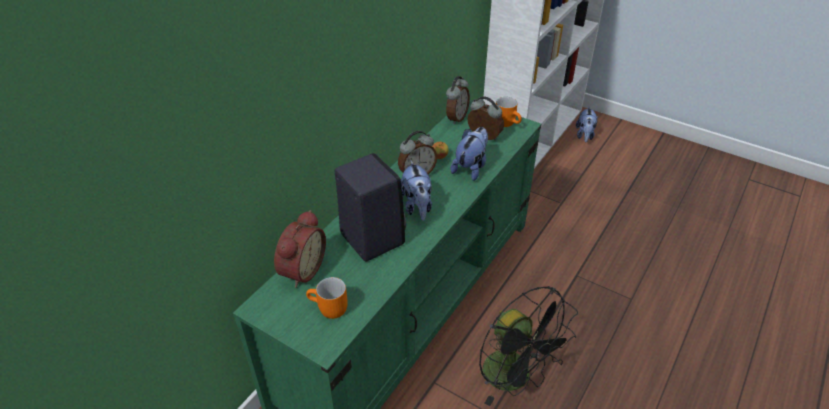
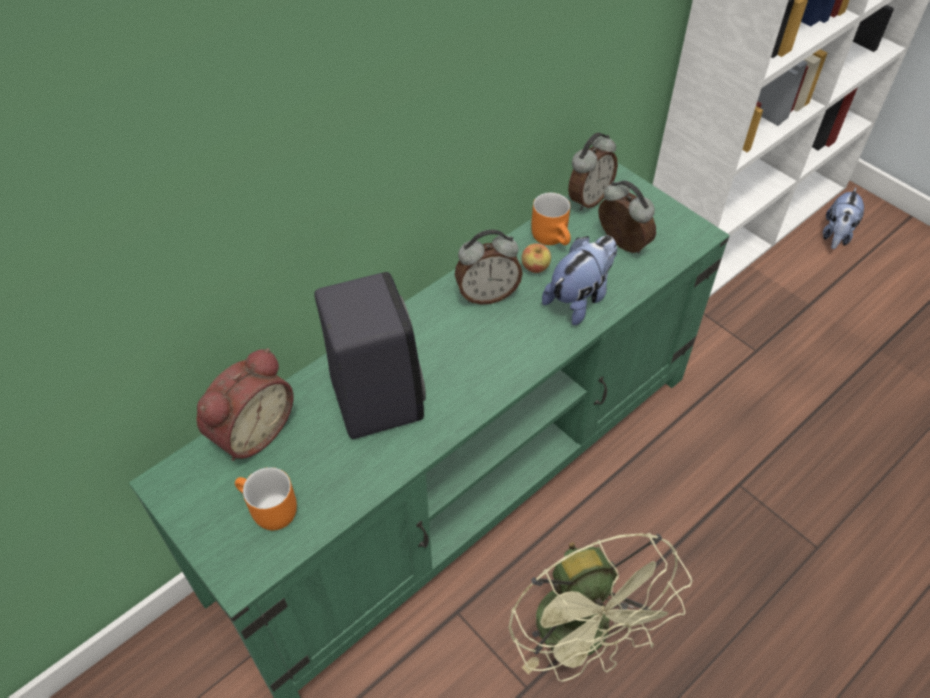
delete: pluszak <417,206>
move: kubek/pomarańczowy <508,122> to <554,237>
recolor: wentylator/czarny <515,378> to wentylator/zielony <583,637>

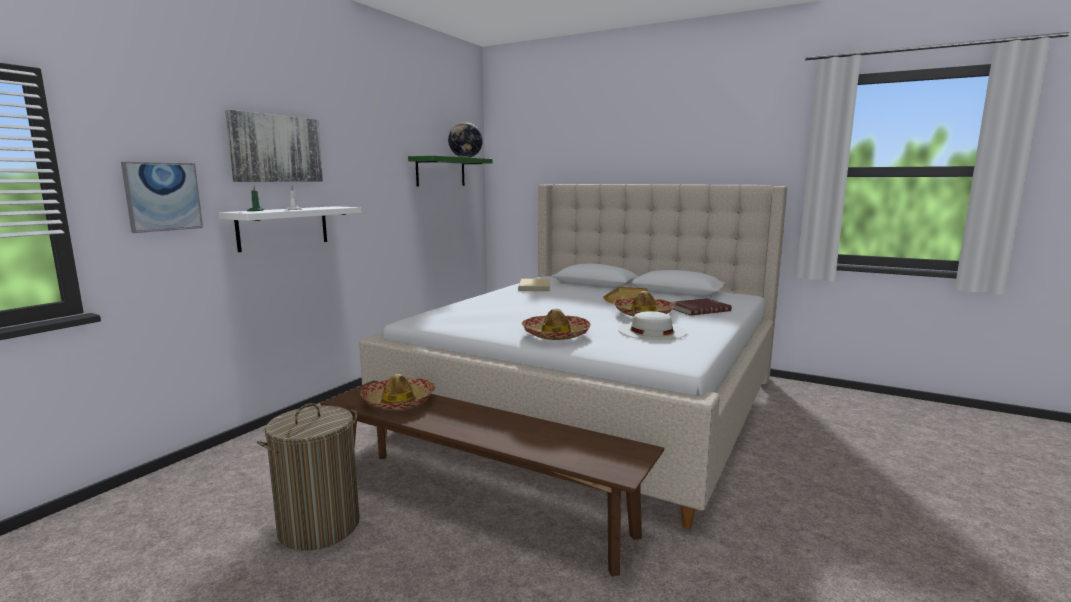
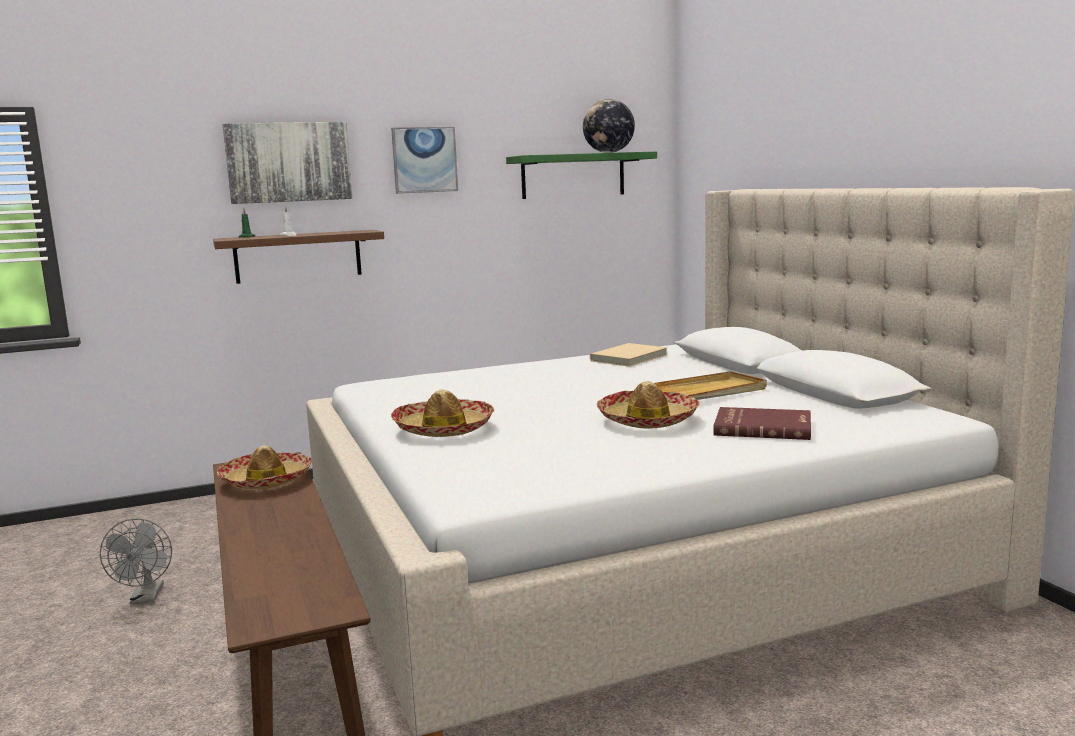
delete: kapelusz/biały <651,331>
move: obraz <163,196> to <424,160>
replace: kosz na pranie <319,526> to wentylator/szary <146,598>
recolor: półka/biały <283,227> to półka/brązowy <298,256>

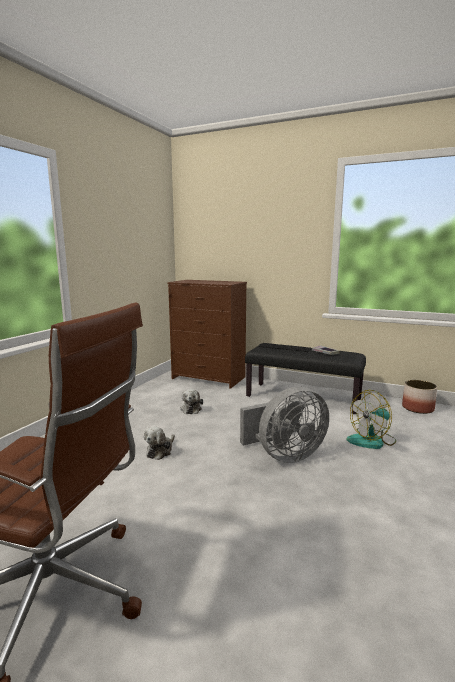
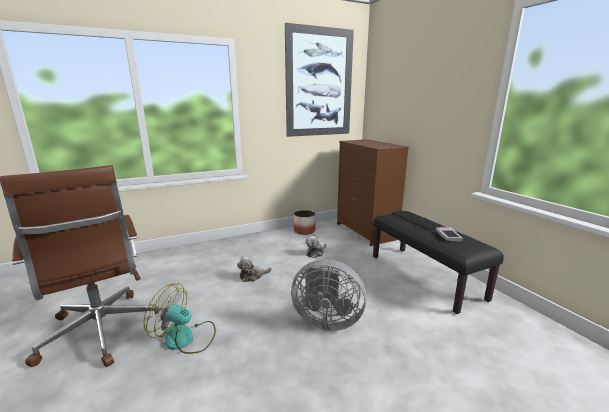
insert: obraz <319,83>
move: wentylator <372,440> to <186,339>; donica <418,408> to <304,231>

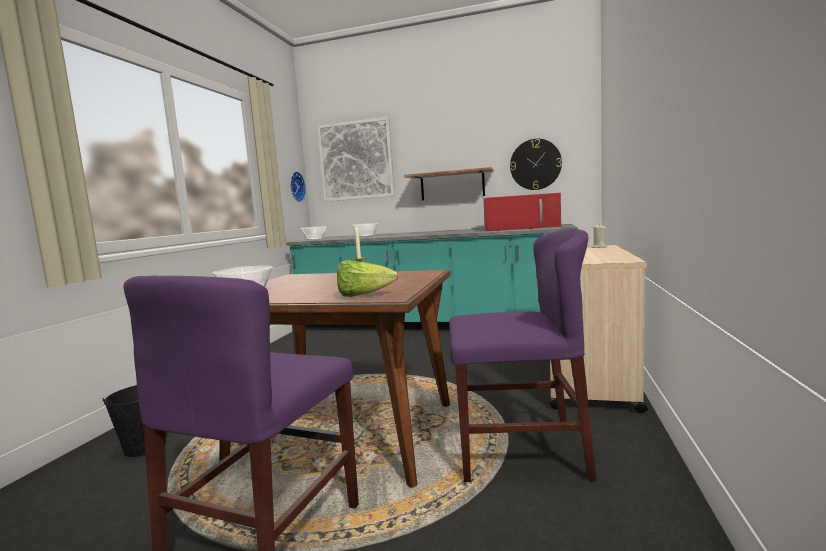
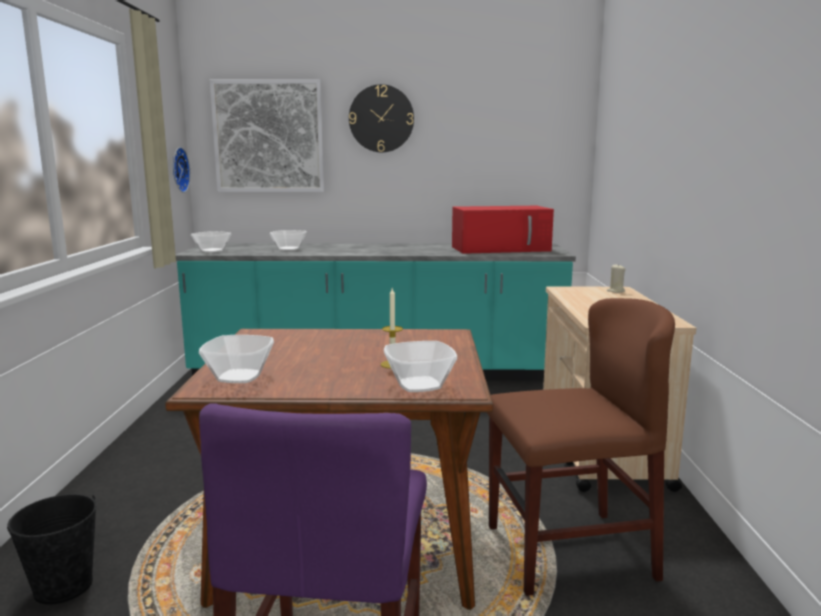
delete: półka <452,185>
move: zegar ścienny <535,164> to <381,118>
replace: sałata <363,295> to miska <418,385>
recolor: krzesło/fioletowy <519,452> to krzesło/brązowy <569,552>

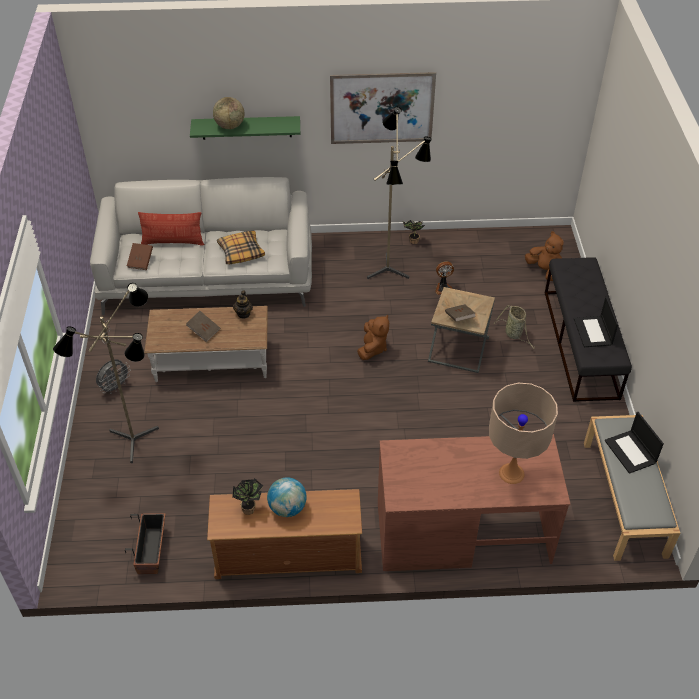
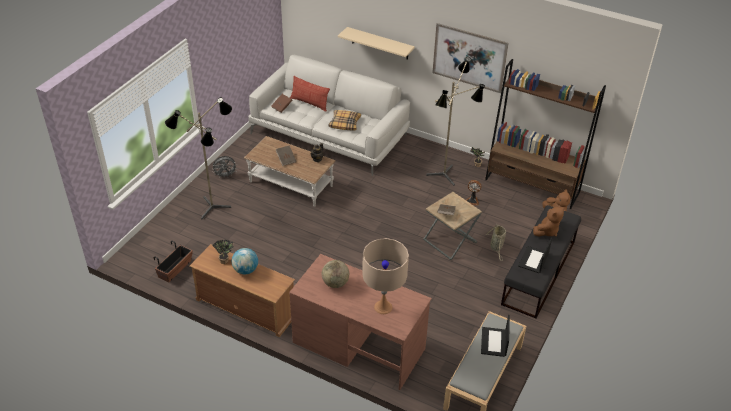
insert: regał/brązowy <532,186>
move: globus <230,126> to <335,283>; pluszak/brązowy <372,348> to <547,231>
recolor: półka/zielony <246,127> to półka/beżowy <380,43>

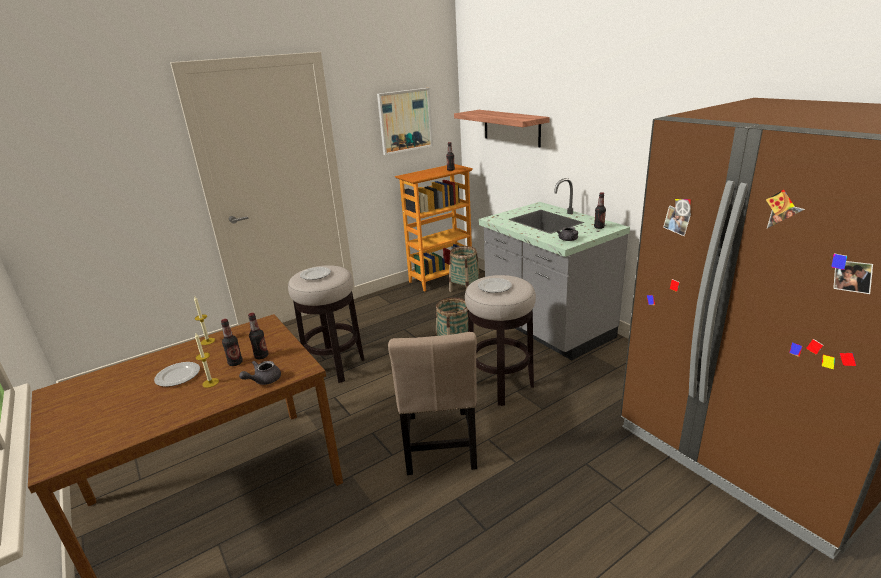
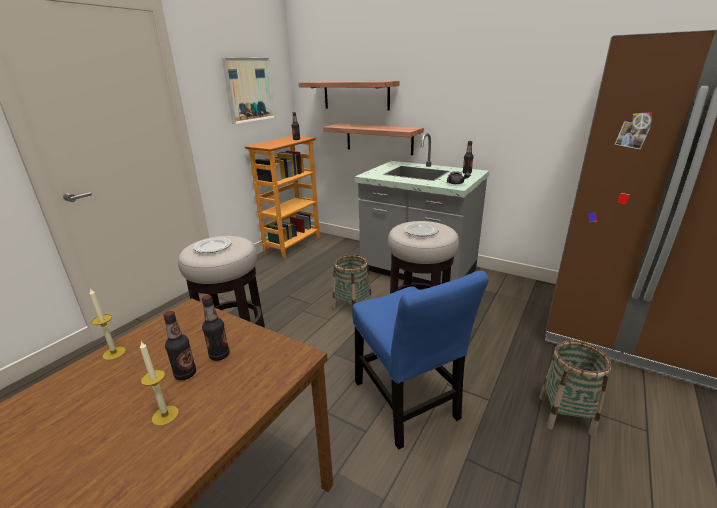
delete: talerz <178,376>; imbryk/szary <263,380>
insert: półka <379,138>
move: koszyk <465,289> to <565,415>
recolor: krzesło/beżowy <440,445> to krzesło/niebieski <407,404>

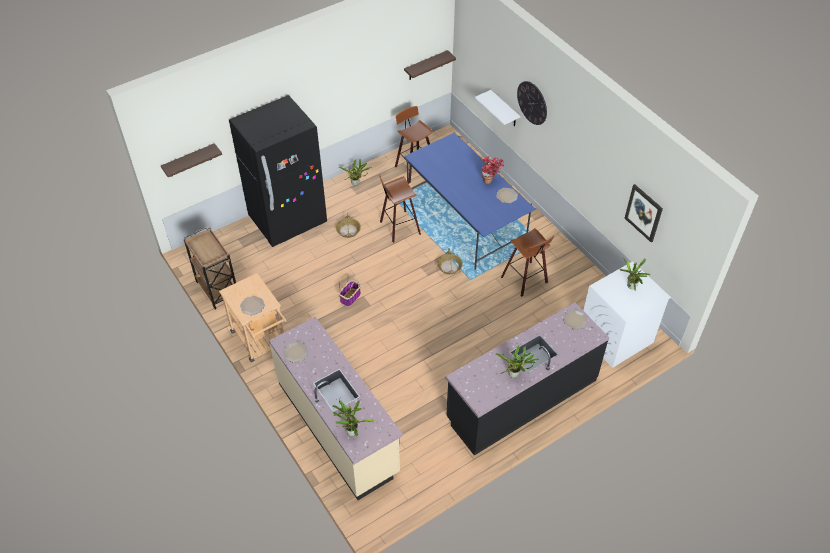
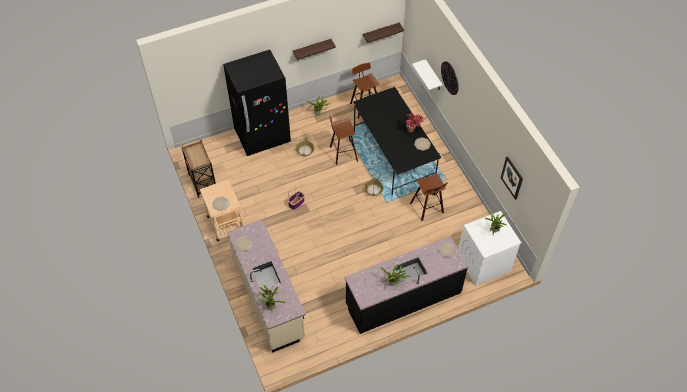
move: półka <189,161> to <312,49>
recolor: stół jadalny/niebieski <465,220> to stół jadalny/czarny <394,154>

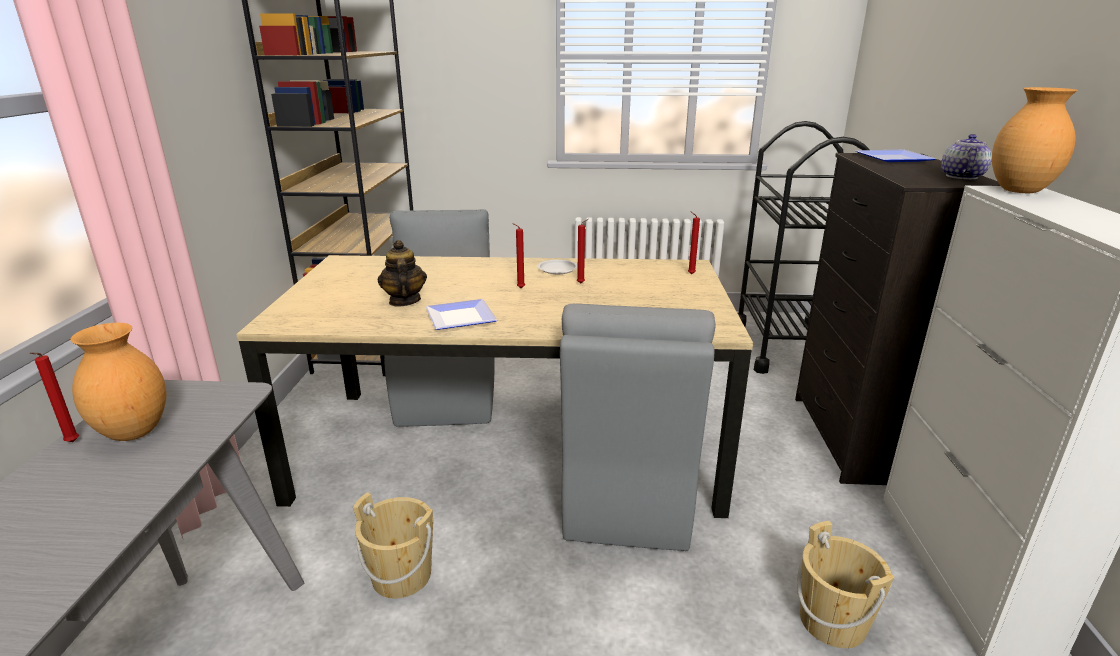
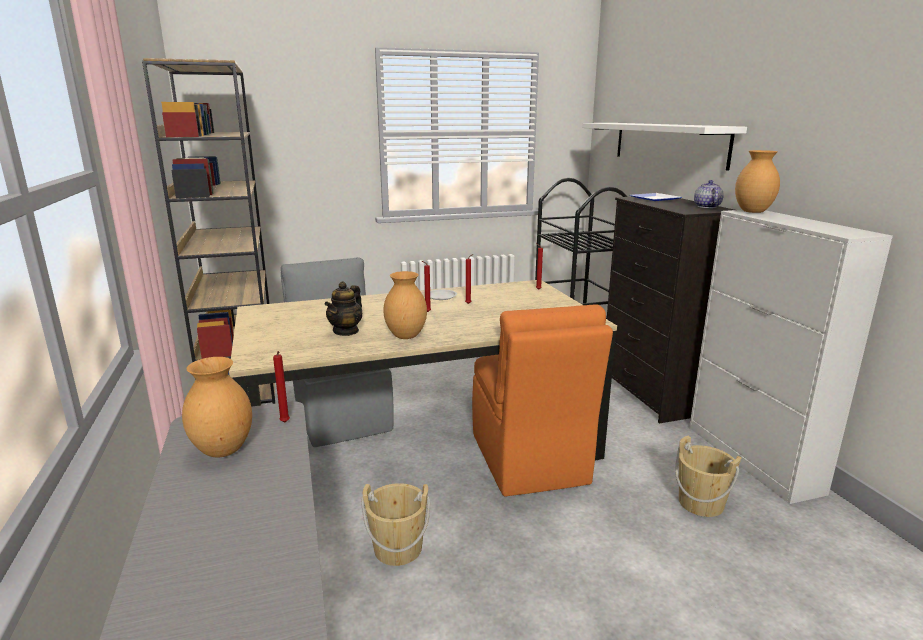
insert: półka/biały <668,143>
move: świeca/czerwony <71,443> to <285,423>
replace: talerz <463,318> to wazon/brązowy <407,336>
recolor: krzesło/szary <626,498> to krzesło/pomarańczowy <529,460>
rotate: imbryk <404,301> = <346,331> 120 degrees counterclockwise

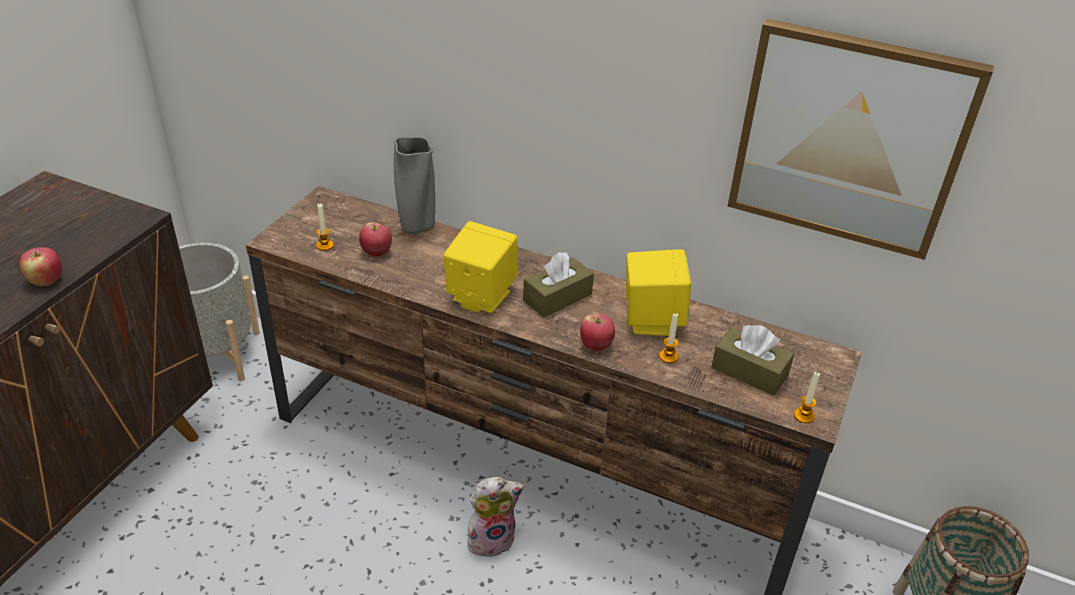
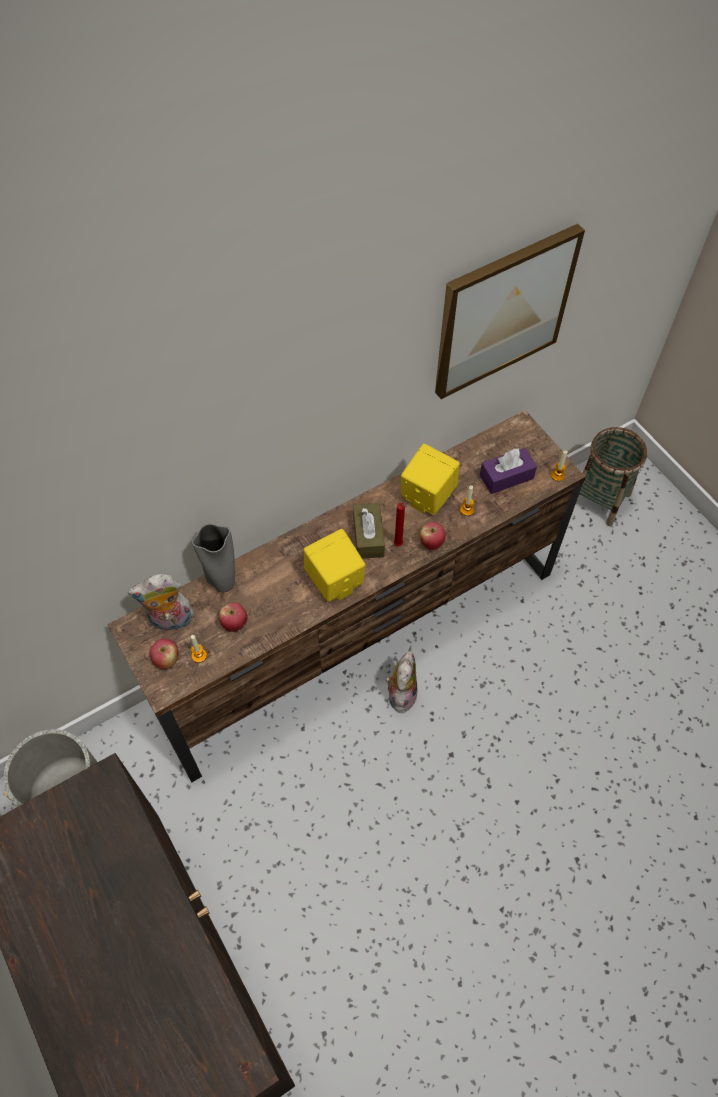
insert: pluszak <170,621>; świeca/czerwony <399,545>
move: jabłko <46,281> to <167,660>
recolor: pudełko chusteczek/brązowy <749,371> to pudełko chusteczek/fioletowy <506,477>

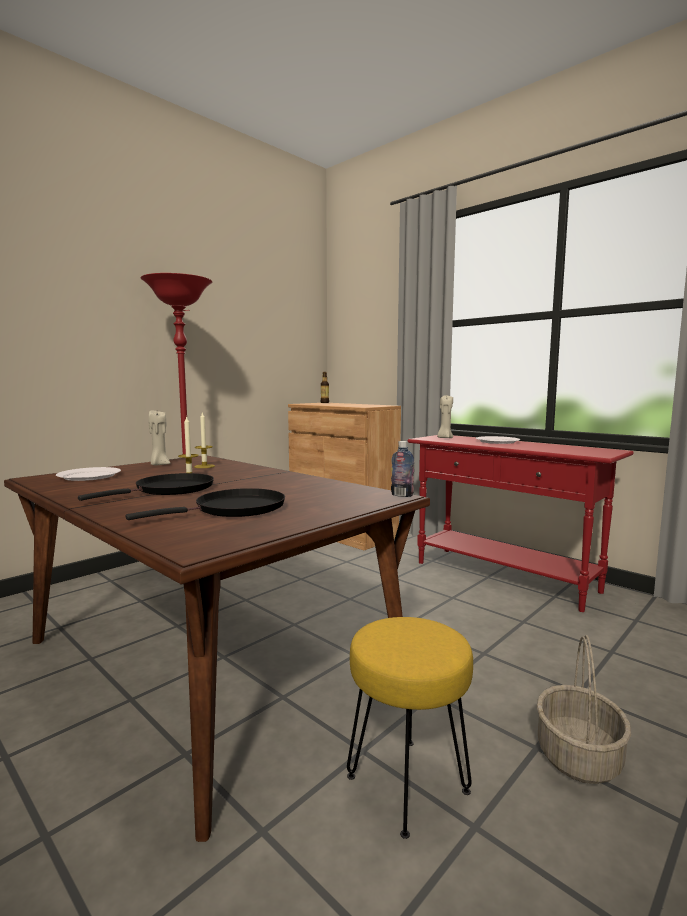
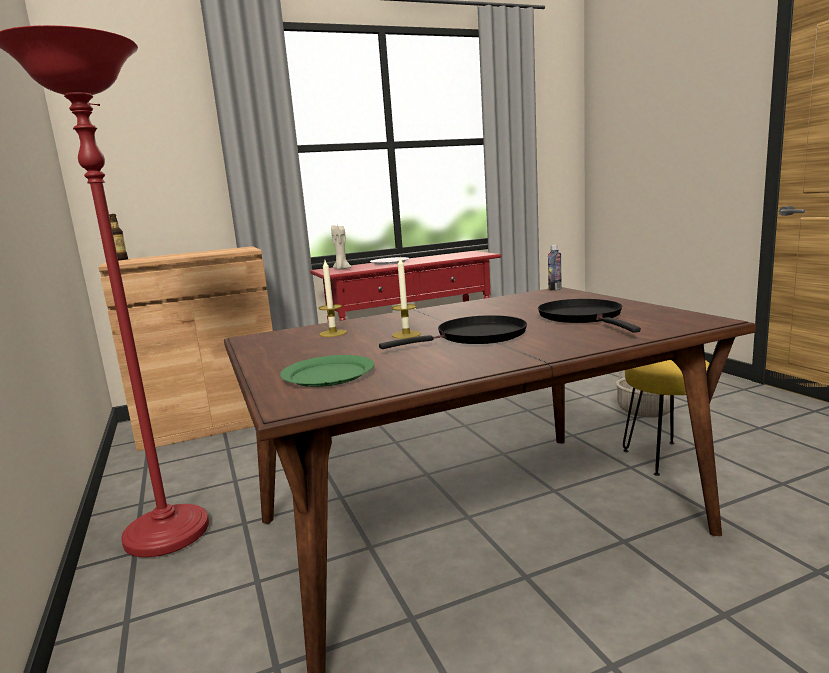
delete: świeca/beżowy <159,465>
recolor: talerz/biały <89,476> to talerz/zielony <329,374>
rotate: patelnia/czarny <170,490> = <476,337> 90 degrees clockwise

